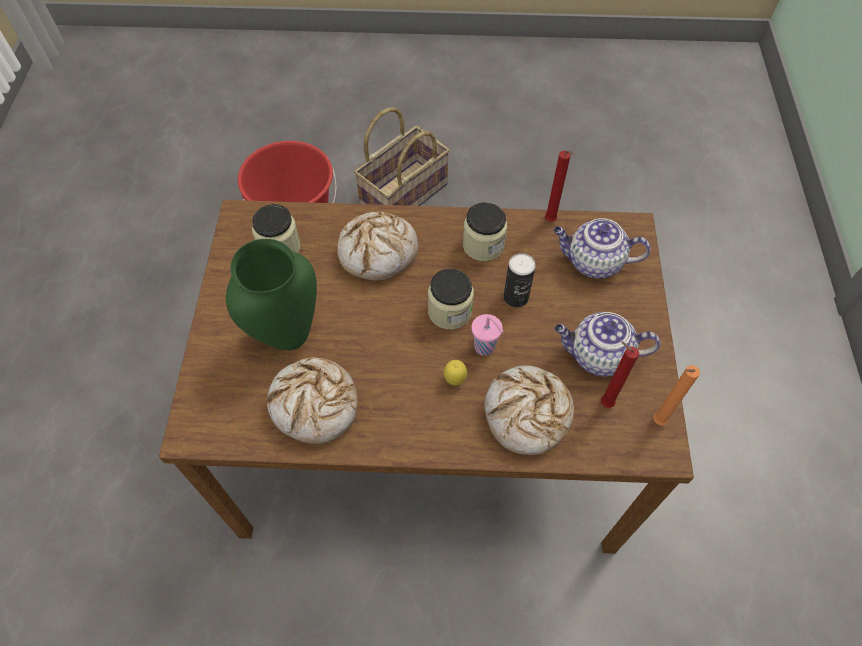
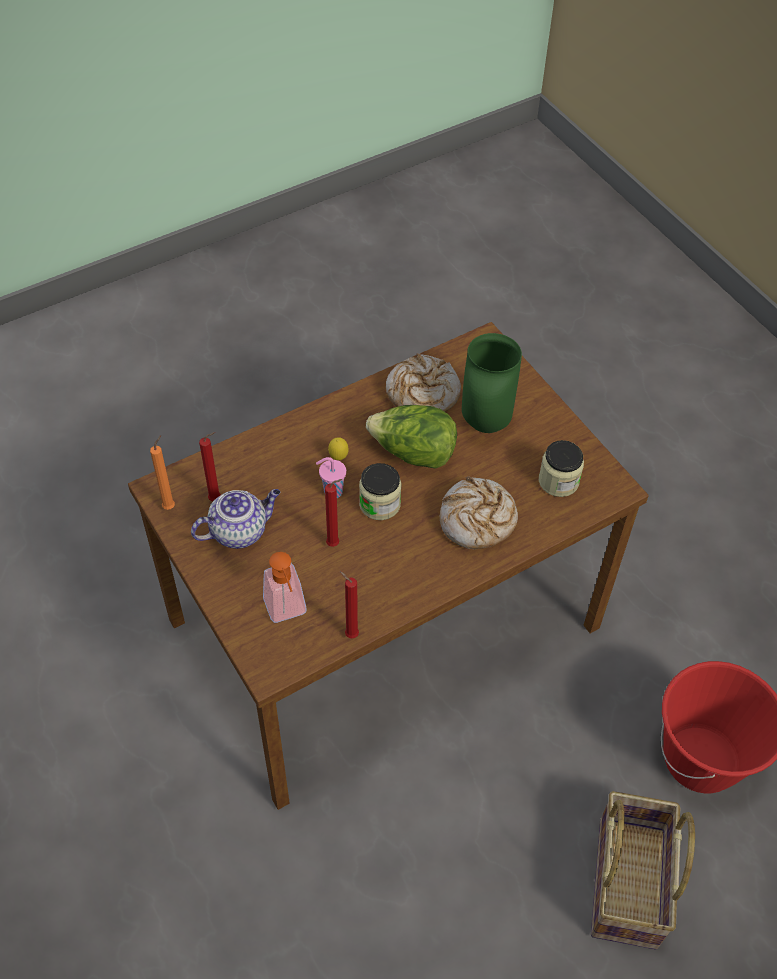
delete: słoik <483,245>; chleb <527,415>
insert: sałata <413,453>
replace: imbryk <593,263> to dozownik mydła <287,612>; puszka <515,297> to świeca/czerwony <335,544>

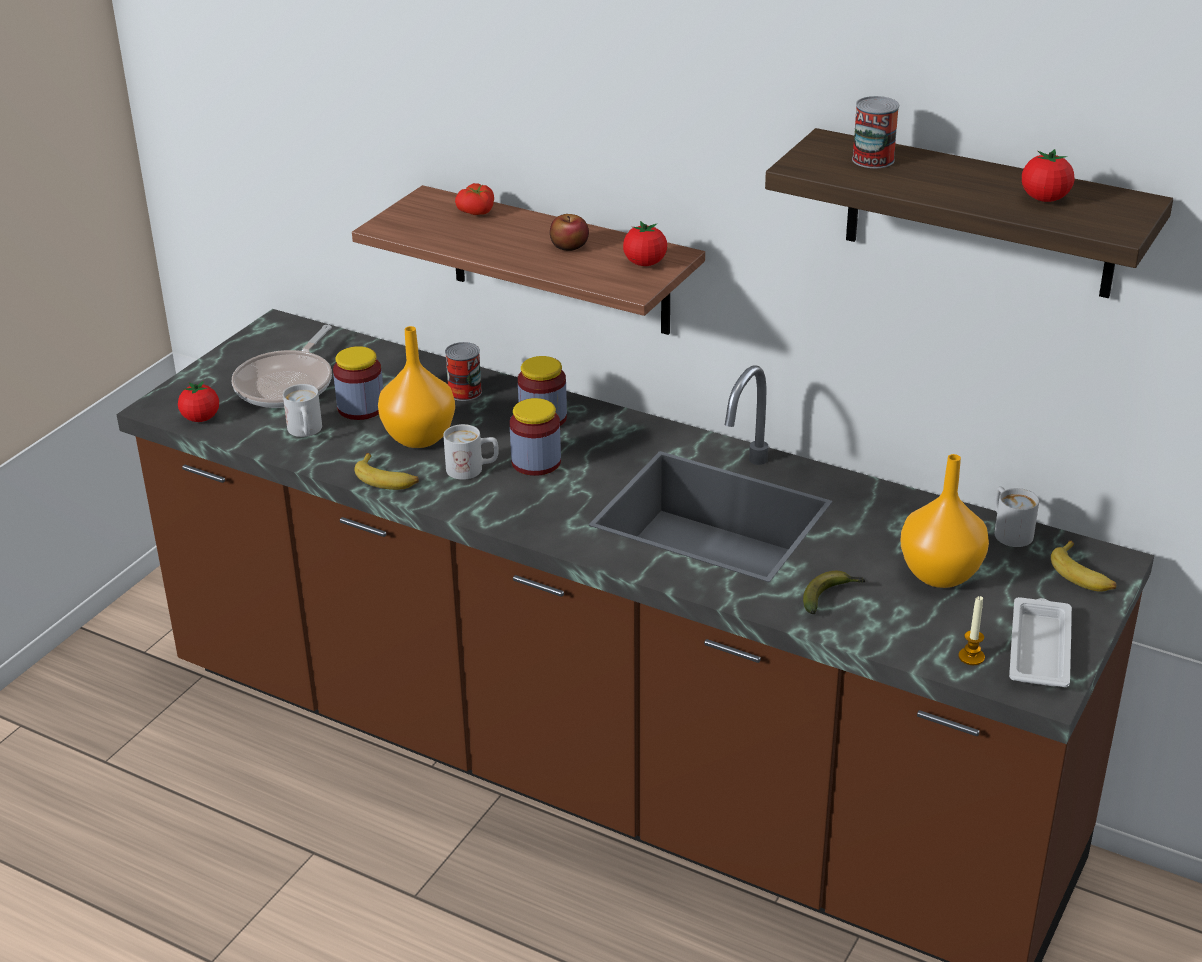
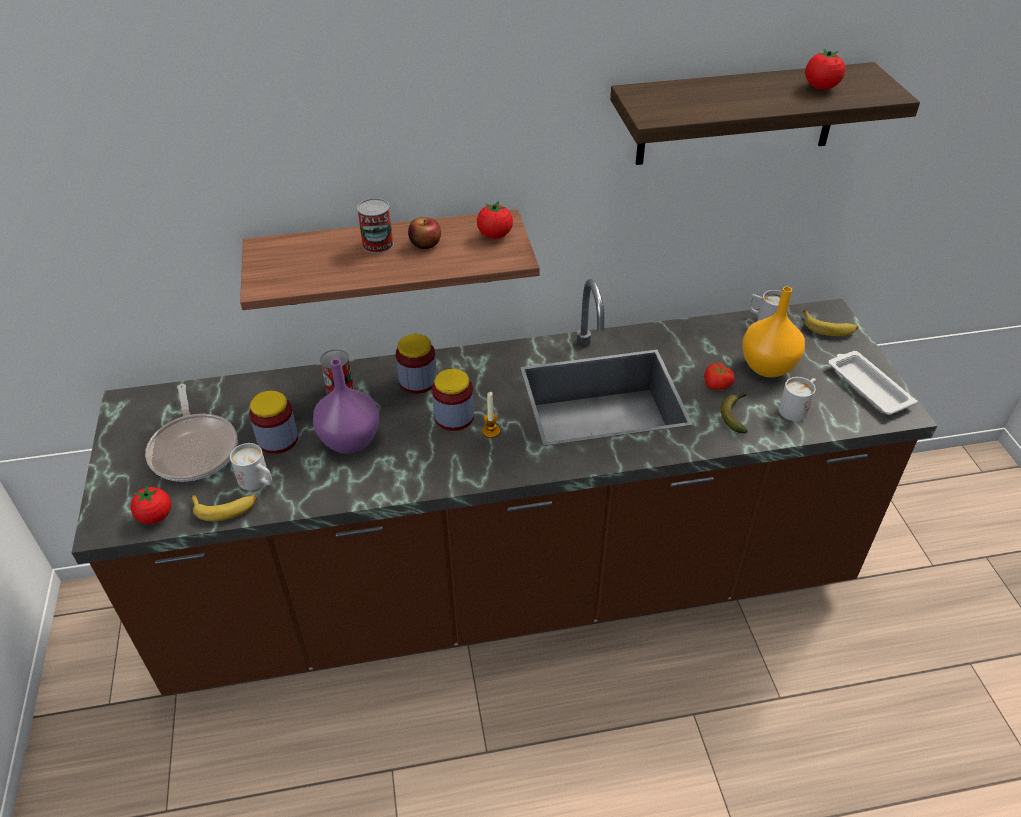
move: banan <387,479> to <225,508>; puszka <873,159> to <378,244>; świeca <971,657> to <491,431>; pomidor <477,212> to <717,384>; kubek/biały <472,469> to <797,408>
recolor: wazon/pomarańczowy <417,437> to wazon/fioletowy <349,441>

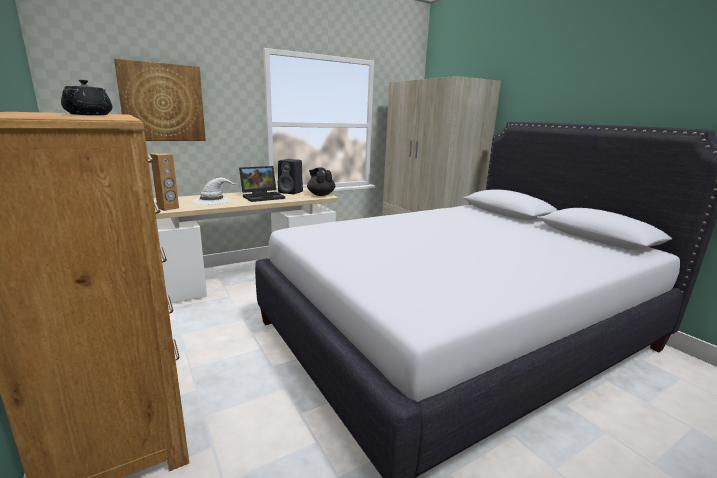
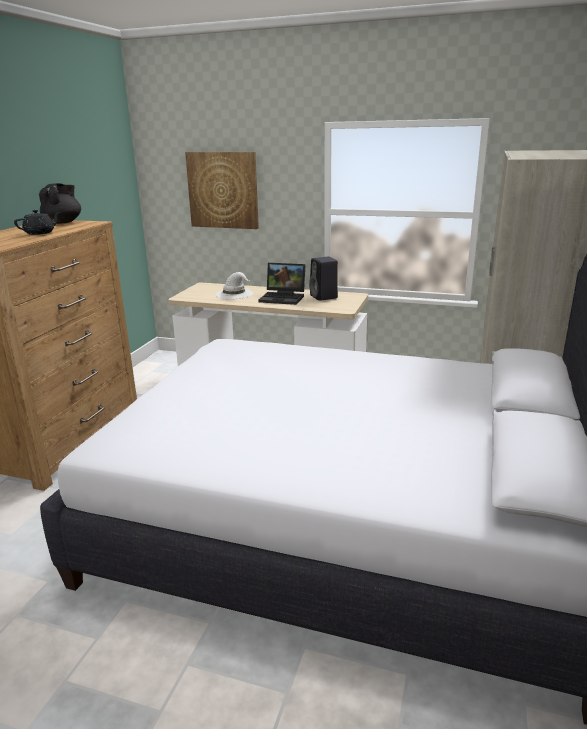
delete: głośnik/brązowy <168,208>
move: imbryk/czarny <320,194> to <63,222>

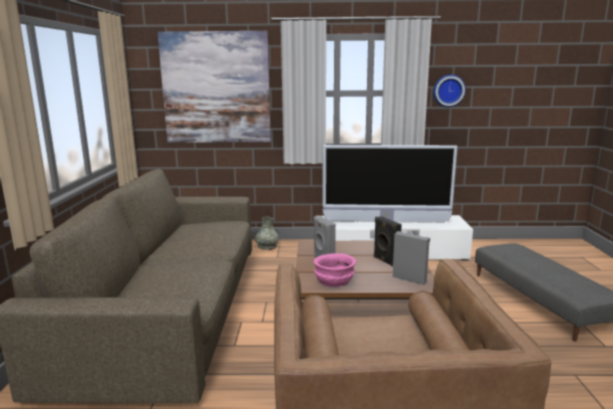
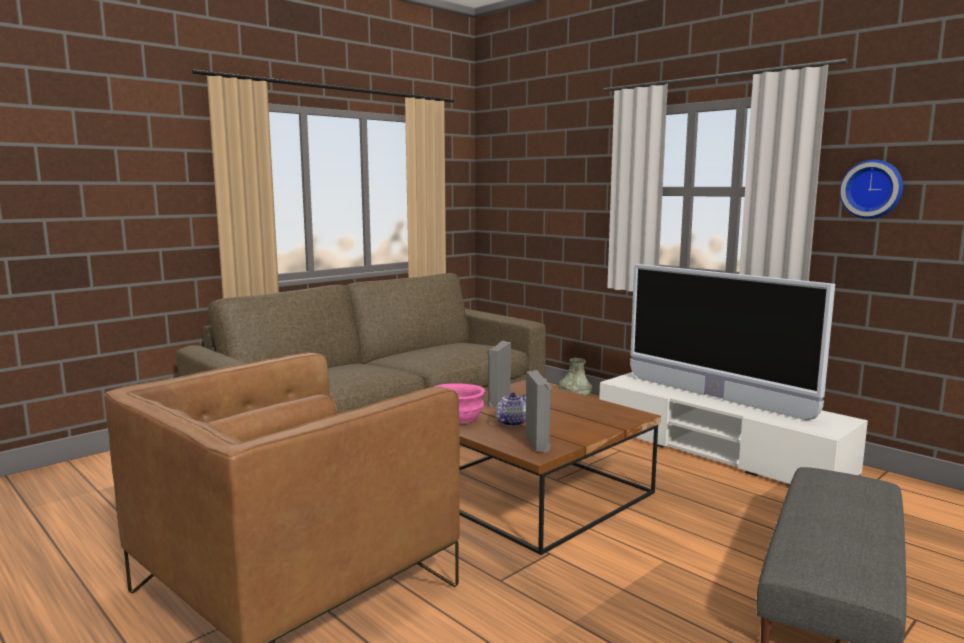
delete: obraz <216,88>; głośnik/czarny <385,261>
insert: imbryk <512,422>

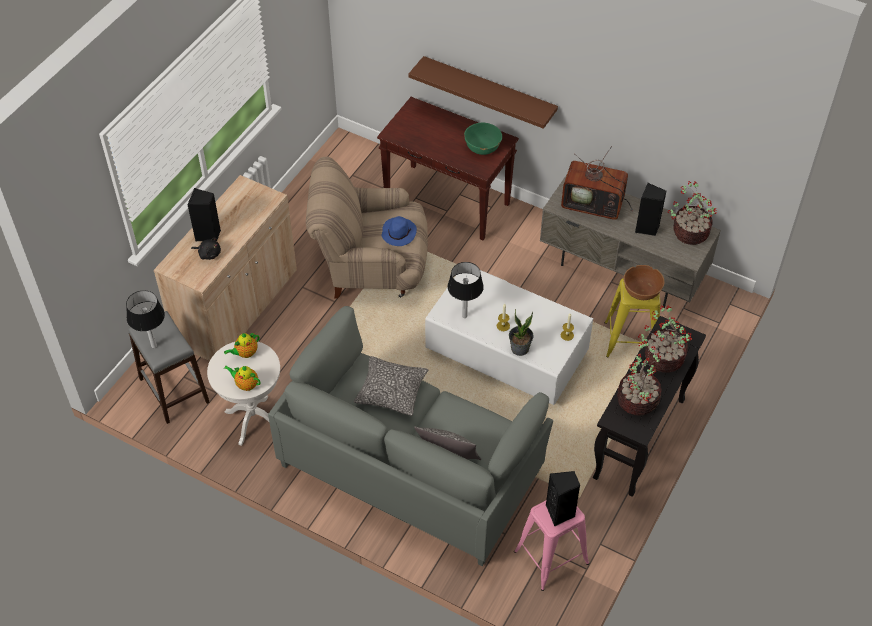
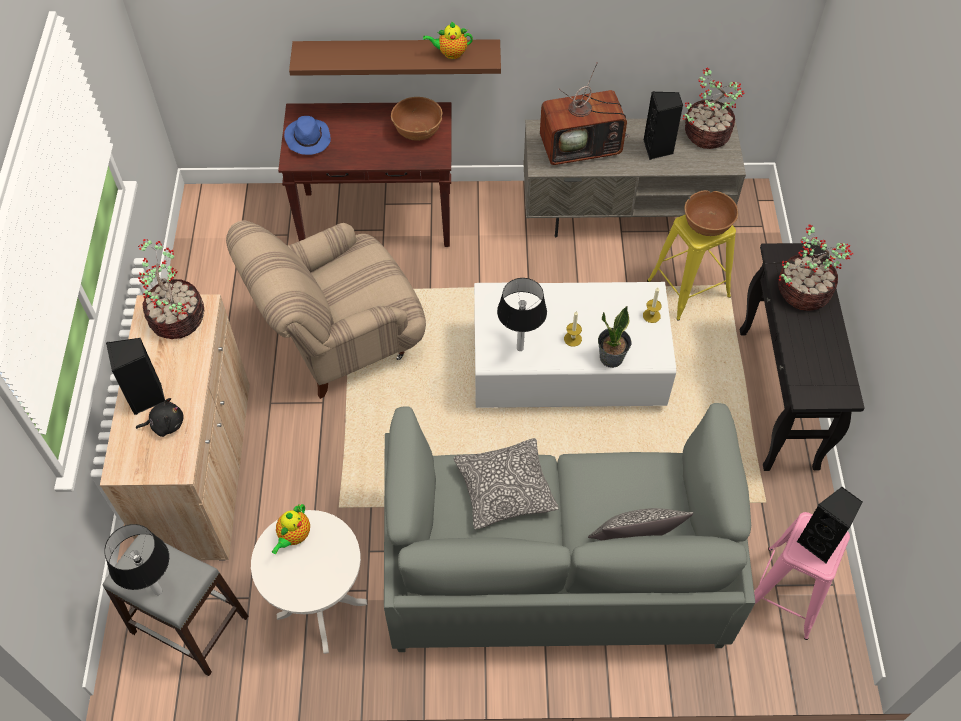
move: roślina doniczkowa <637,399> to <177,317>; kapelusz/niebieski <398,233> to <307,139>; imbryk <245,384> to <450,53>
recolor: miska/zielony <482,147> to miska/brązowy <417,131>

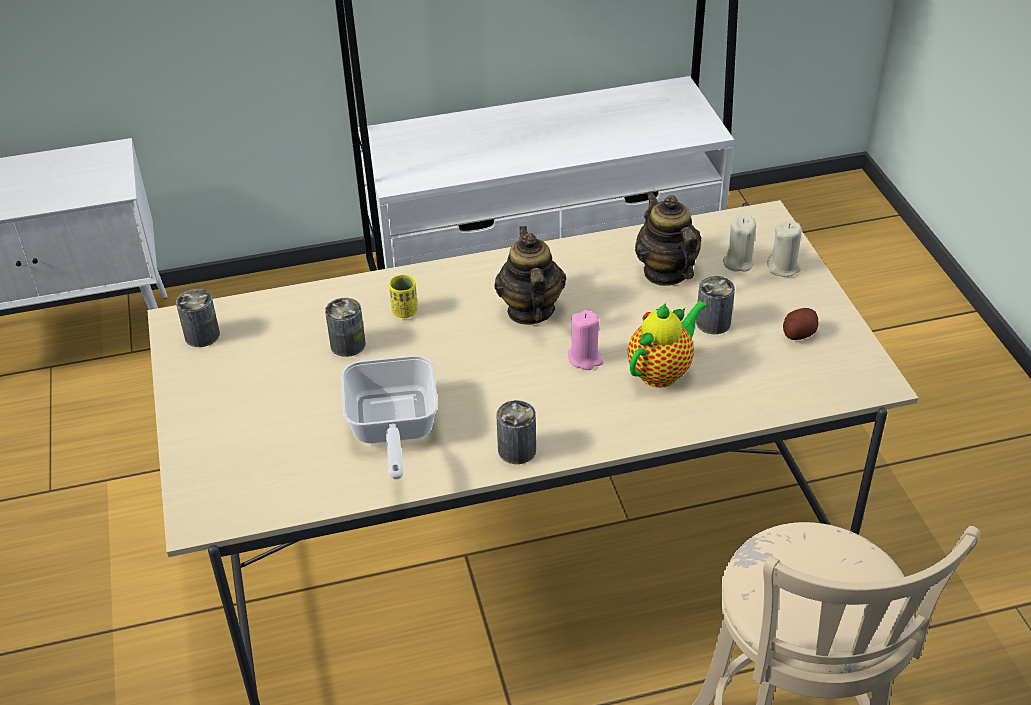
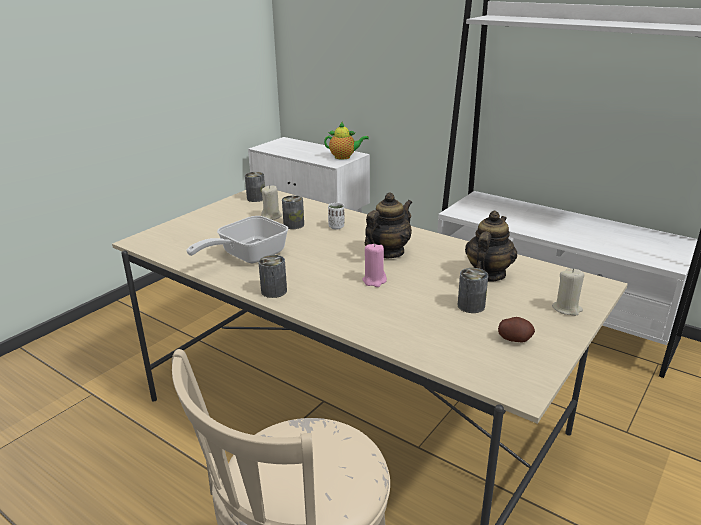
move: świeca/beżowy <738,262> to <272,216>; imbryk <662,371> to <344,157>
recolor: filiżanka/żółty <405,312> to filiżanka/biały <336,227>

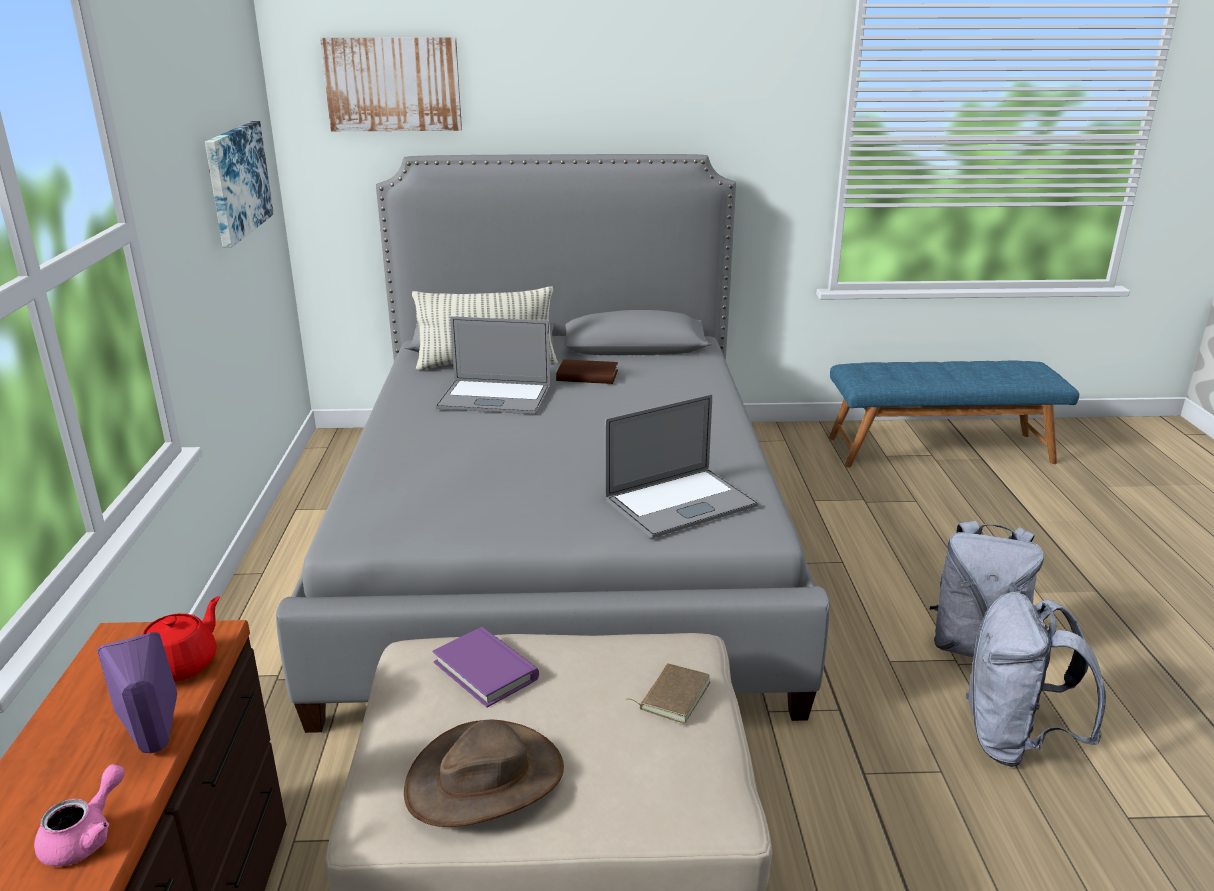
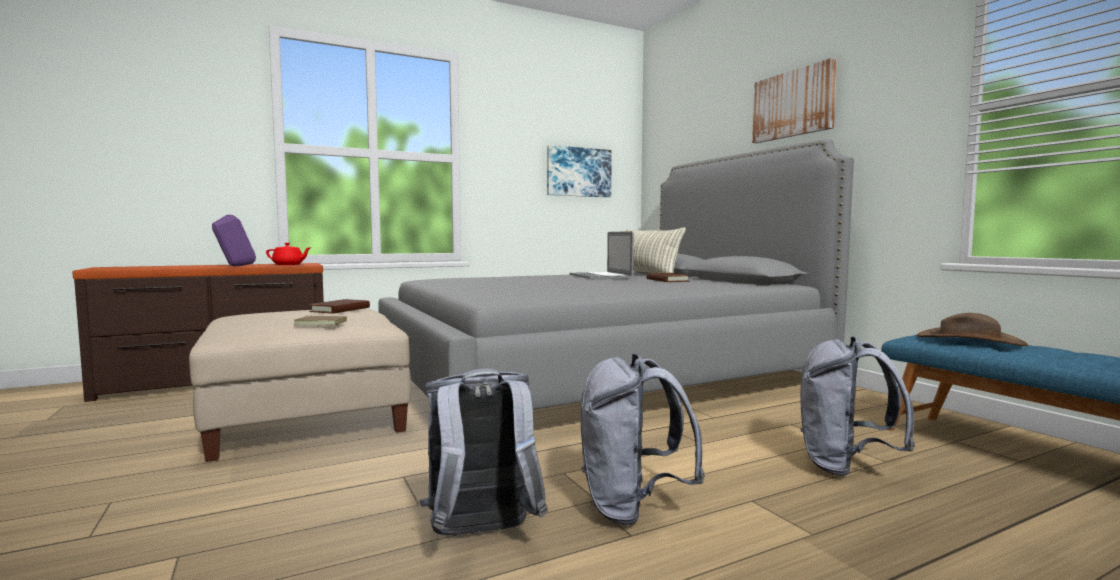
delete: imbryk/różowy <86,836>; laptop <680,503>
insert: plecak/szary <844,467>
move: obraz <393,84> to <793,104>; kapelusz/brązowy <485,778> to <969,340>
recolor: książka/fioletowy <485,670> to książka/brązowy <340,310>

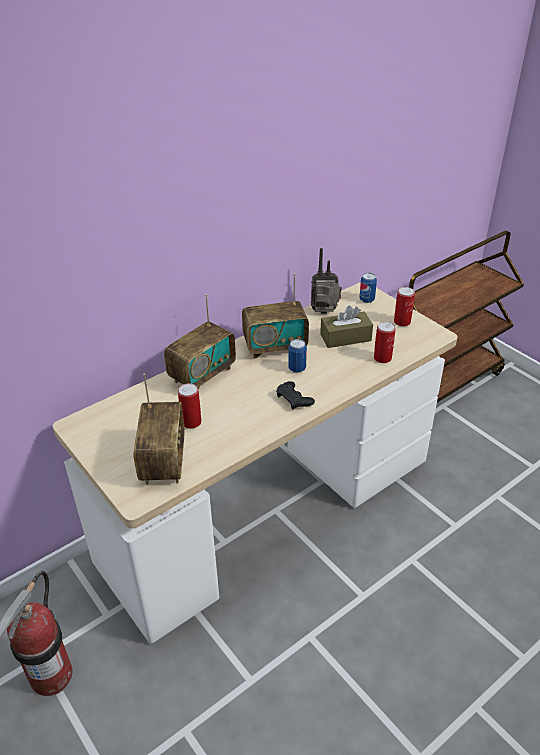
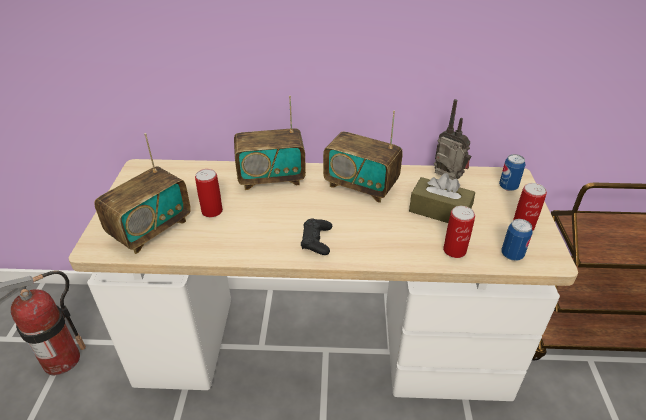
move: puszka <297,368> to <512,255>

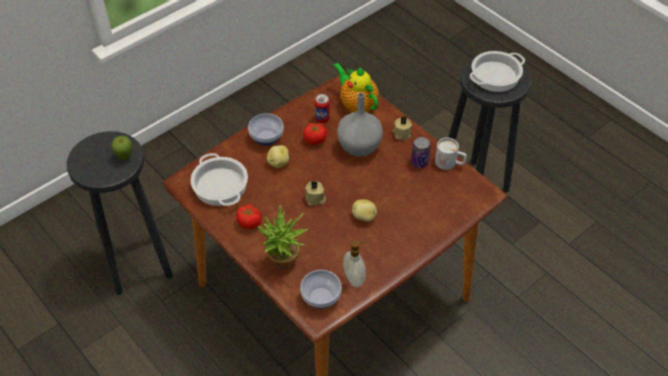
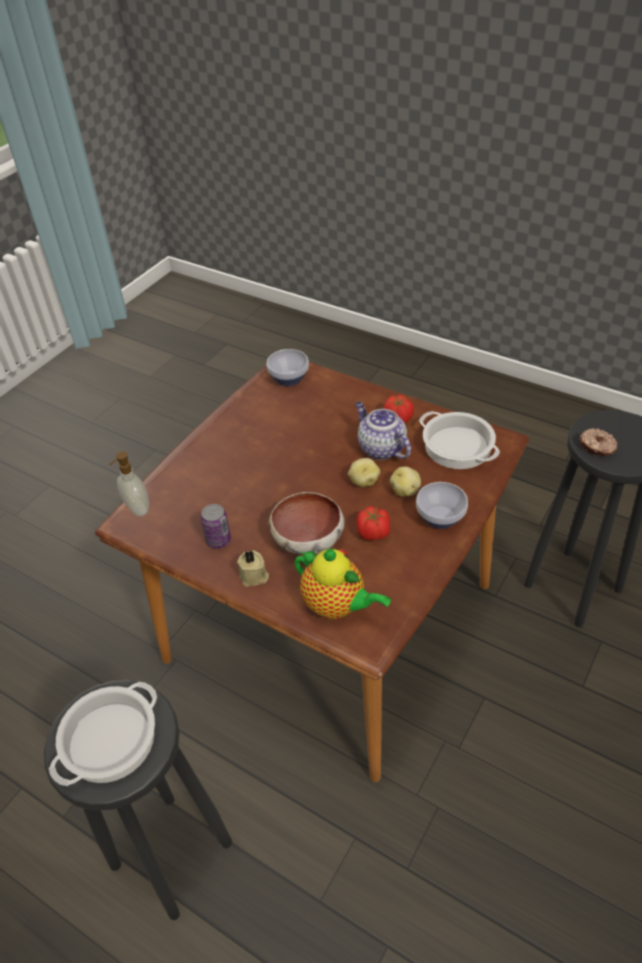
delete: roślina doniczkowa <283,265>; świeca/beżowy <315,199>; puszka <322,119>; kubek/biały <450,163>
insert: imbryk <380,448>
move: dozownik mydła <355,278> to <137,509>; ziemniak <364,217> to <363,481>
replace: wazon/szary <358,148> to miska <309,538>; jabłko <125,157> to donut <596,447>

